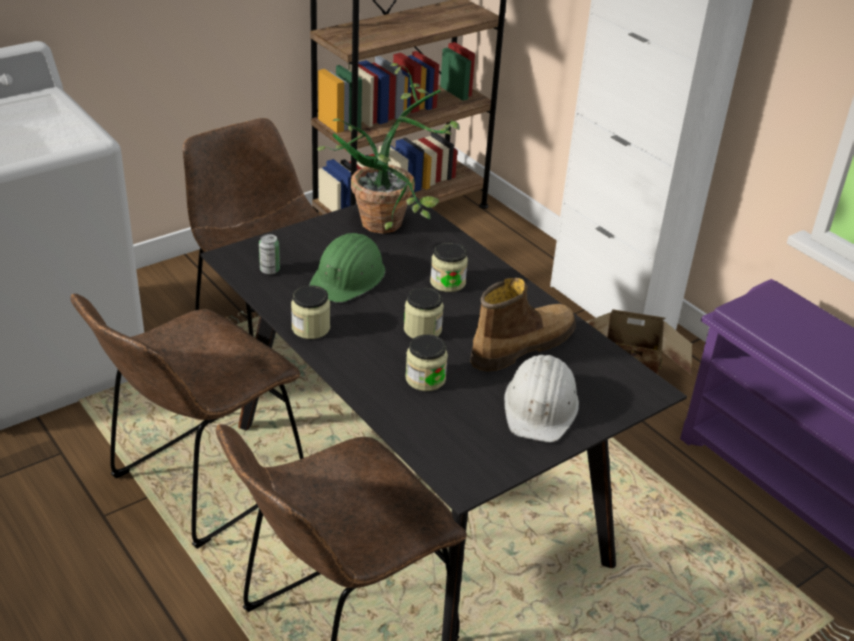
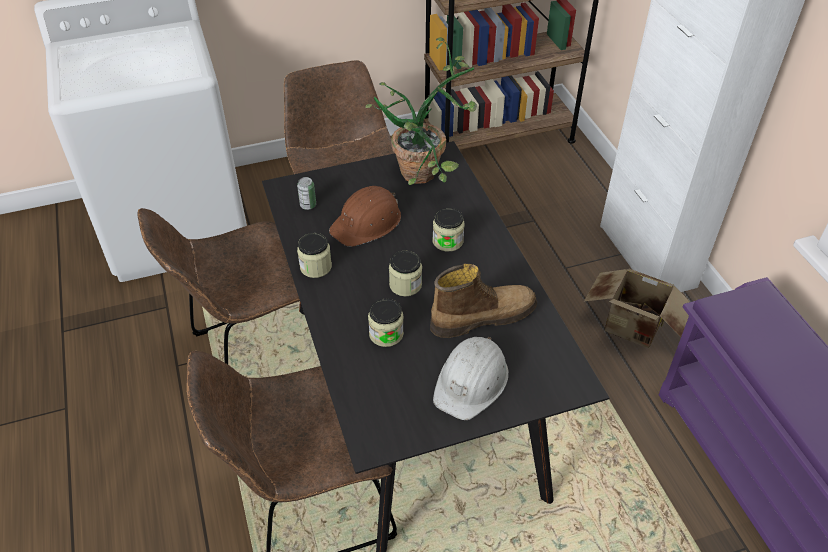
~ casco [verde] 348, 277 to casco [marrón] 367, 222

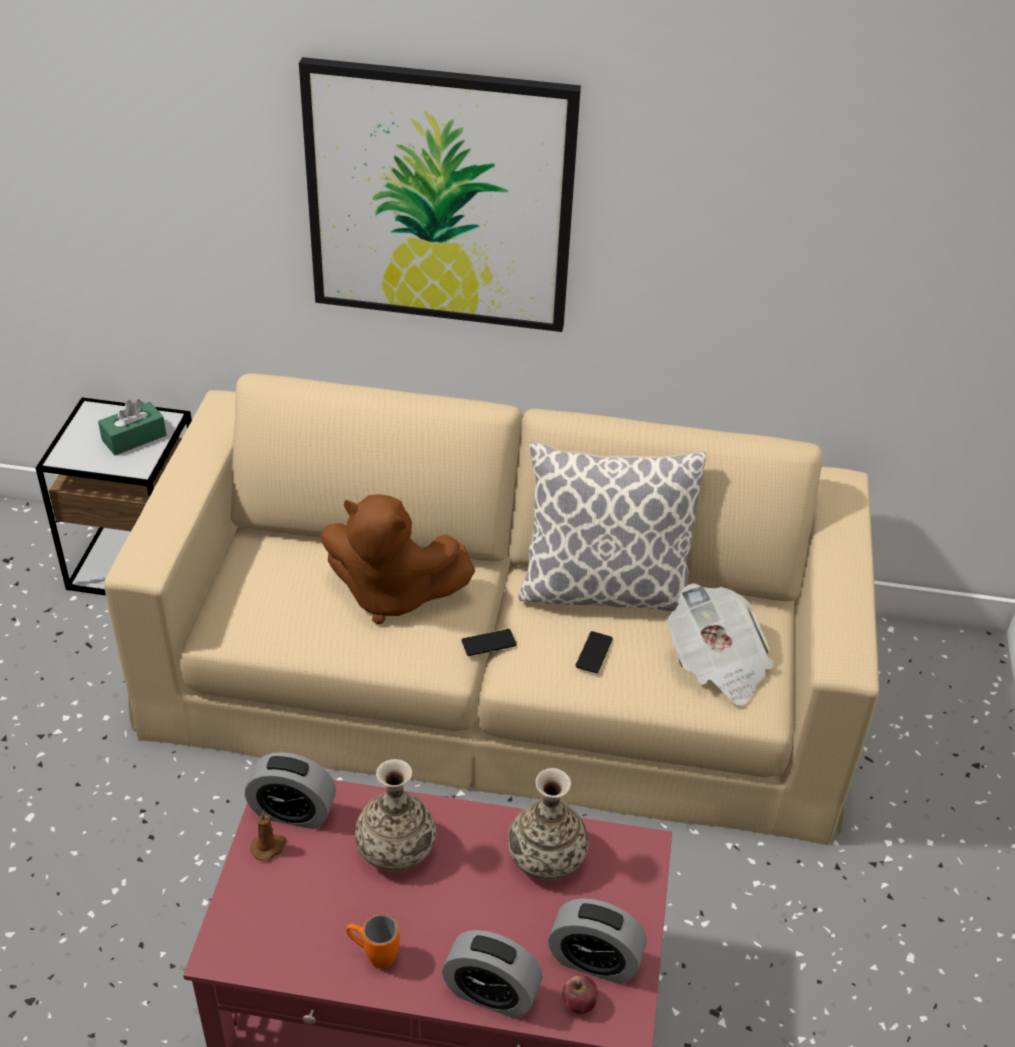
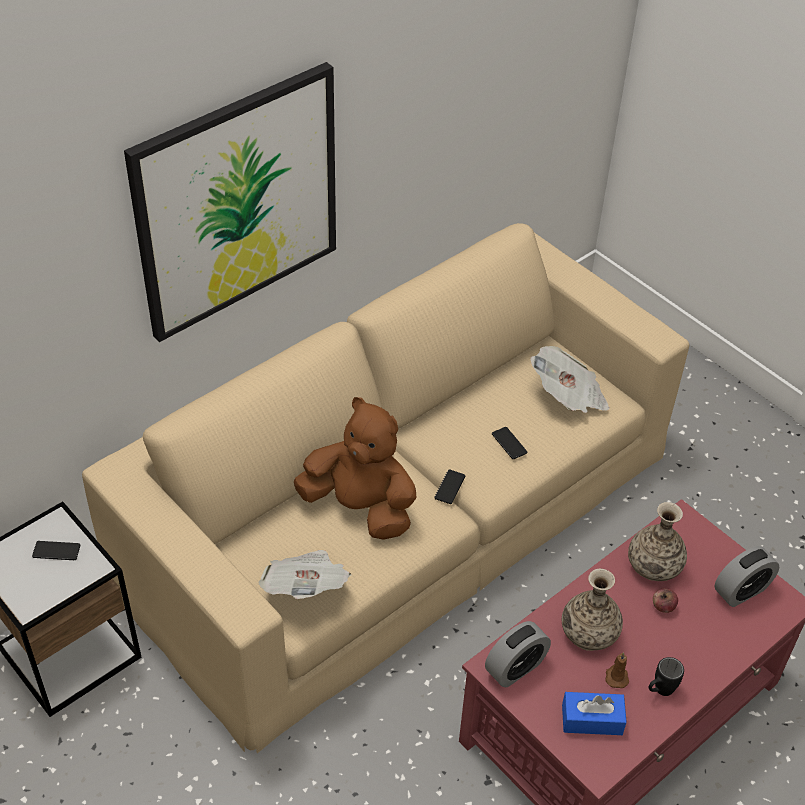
~ caja de pañuelos [verde] 134, 438 to móvil 56, 551
~ vela [marrón] 269, 847 to 616, 676
~ peluche [marrón] 391, 594 = 360, 507 120 degrees counterclockwise
~ taza grande [naranja] 373, 955 to taza grande [negro] 659, 691
- despertador 491, 993
- cojín 603, 588
~ manzana 579, 1003 to 663, 606
+ periódico 306, 588
+ caja de pañuelos [azul] 592, 720

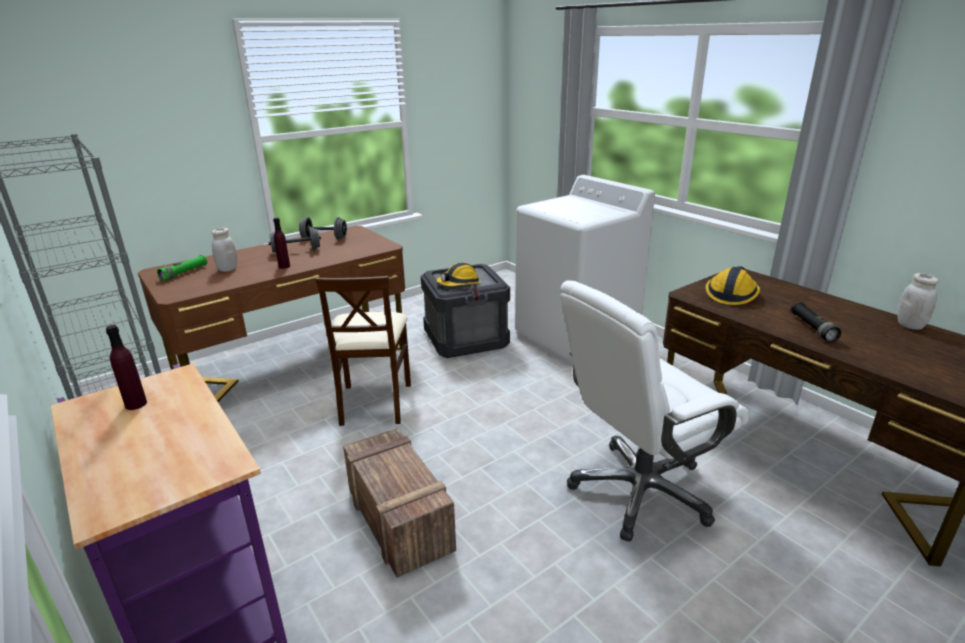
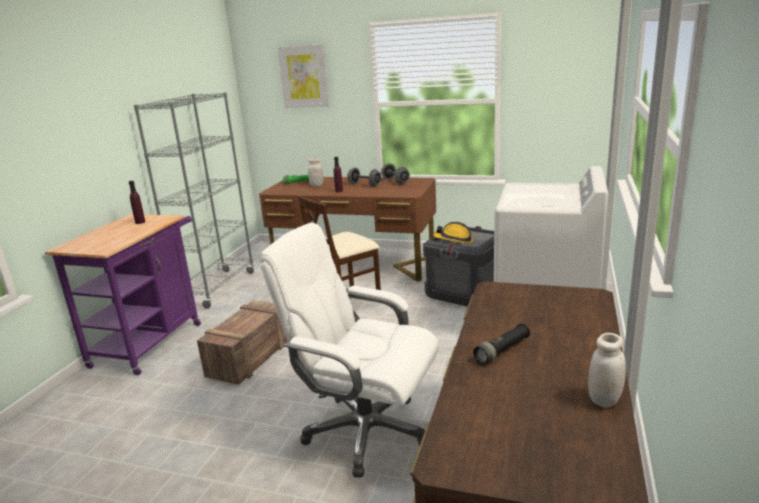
- casco 731, 294
+ cuadro 304, 76

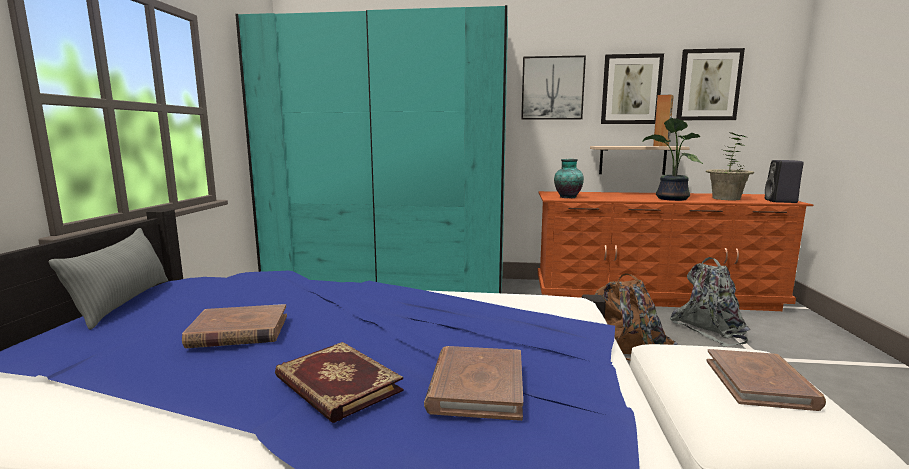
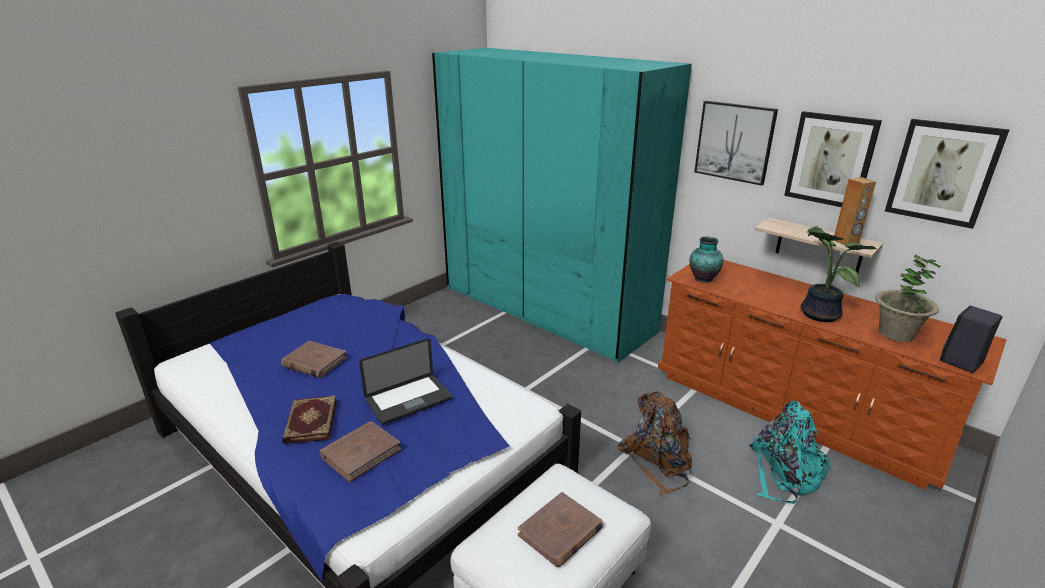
- cojín [gris] 123, 302
~ mochila [gris] 711, 329 to mochila [turquesa] 784, 473
+ portátil 409, 400

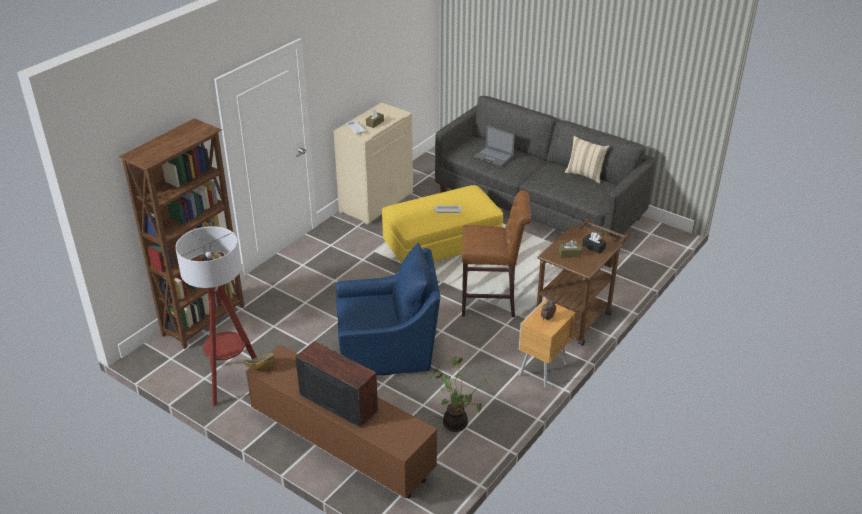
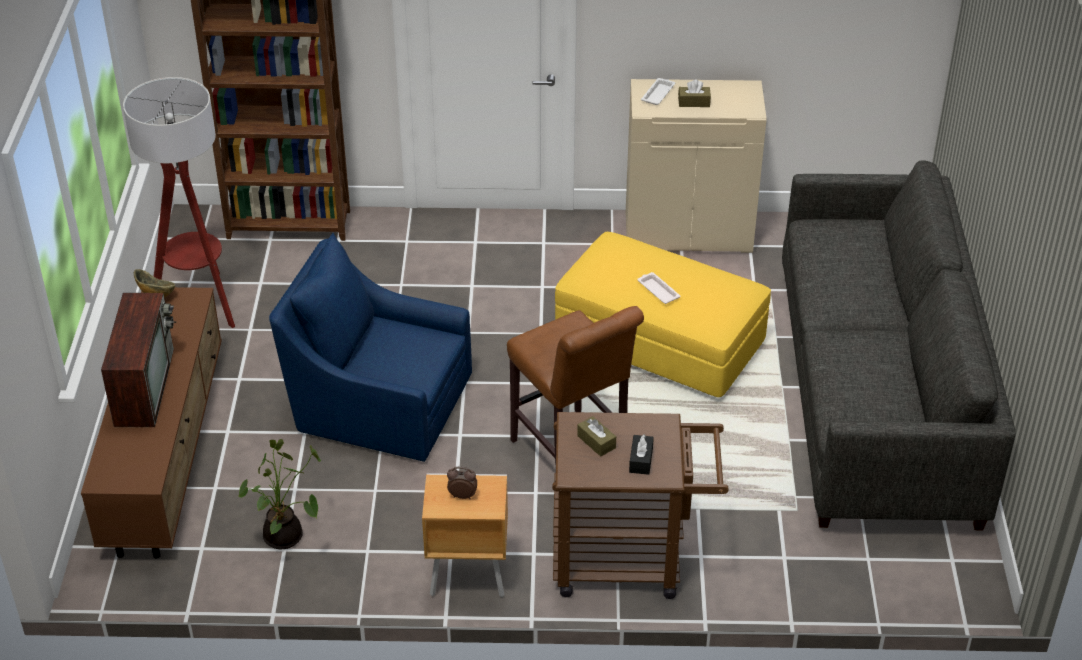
~ sillón [azul] 388, 348 = 378, 403 150 degrees clockwise
- portátil 494, 156
- cojín [beis] 585, 174

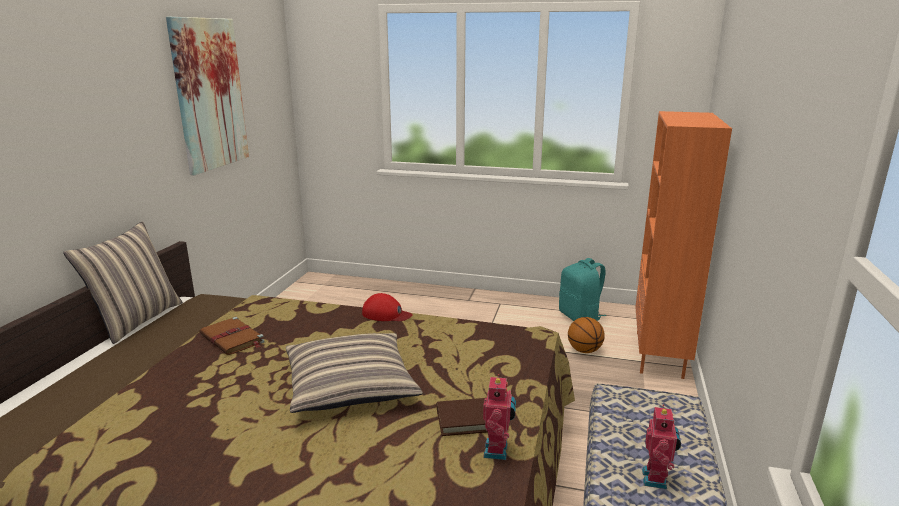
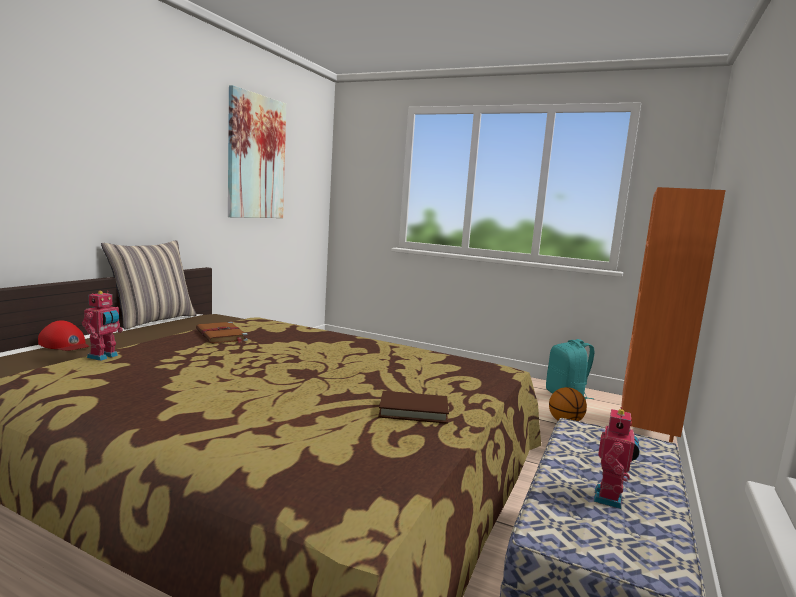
- cojín 350, 385
~ gorra [rojo] 386, 314 to 65, 344
~ robot de juguete 498, 450 to 104, 357

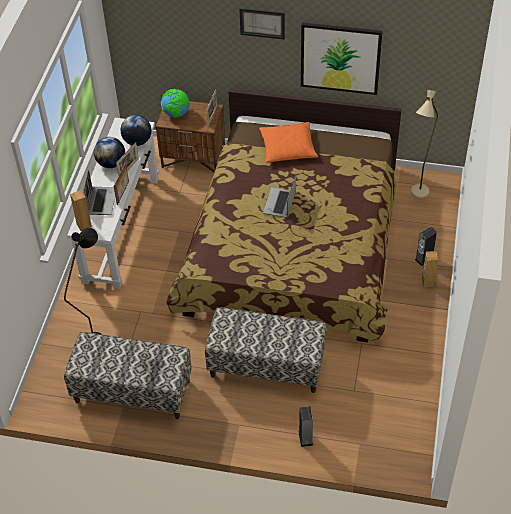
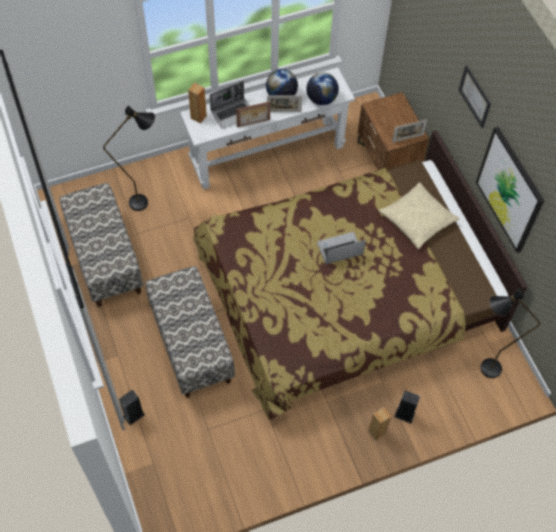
- globo terráqueo 176, 114
~ cojín [naranja] 288, 148 to cojín [beis] 417, 219
~ lámpara de pie [beis] 418, 196 to lámpara de pie [negro] 483, 370

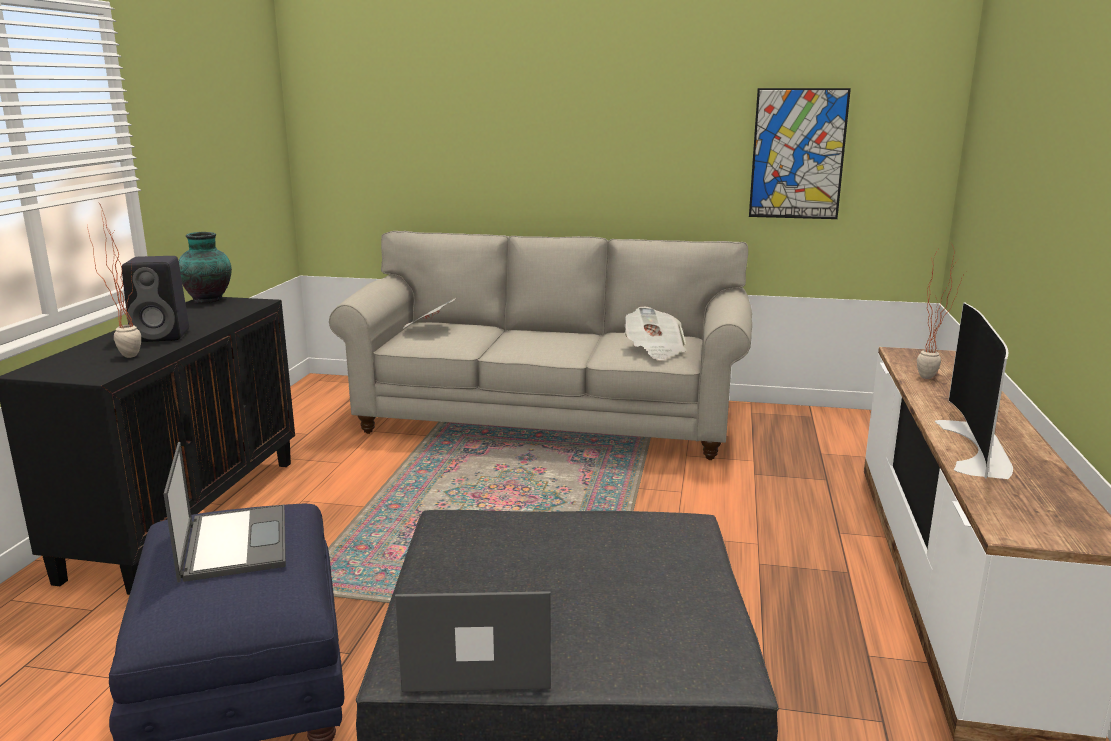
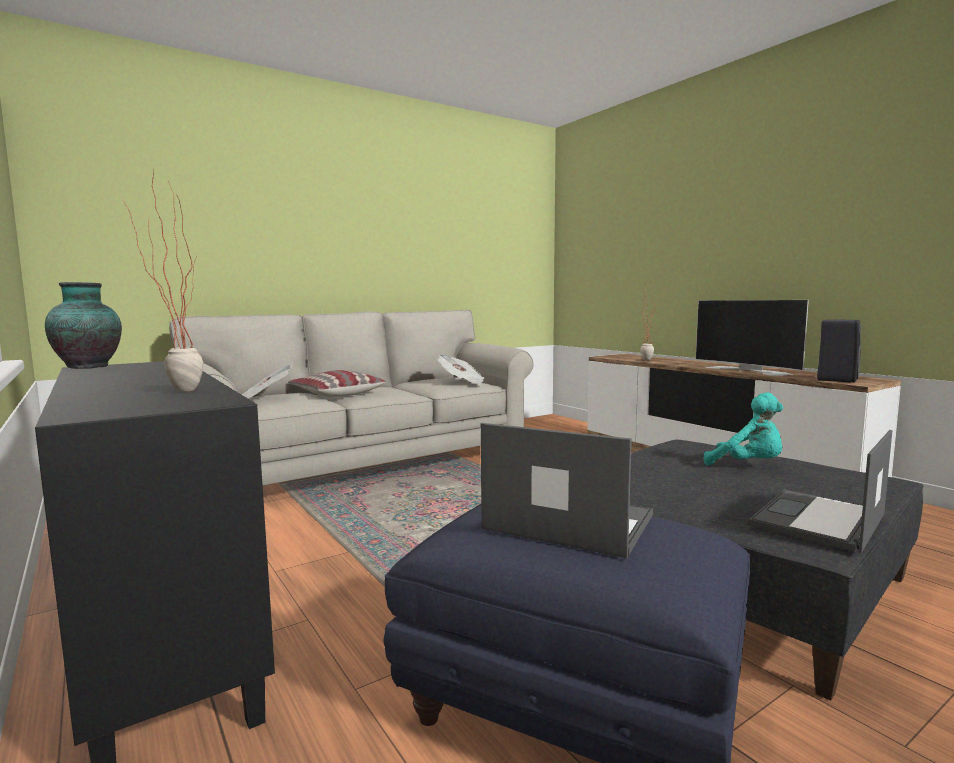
~ altavoz [negro] 163, 335 to 836, 379
- cuadro 797, 154
+ cojín 336, 394
+ peluche [turquesa] 748, 465

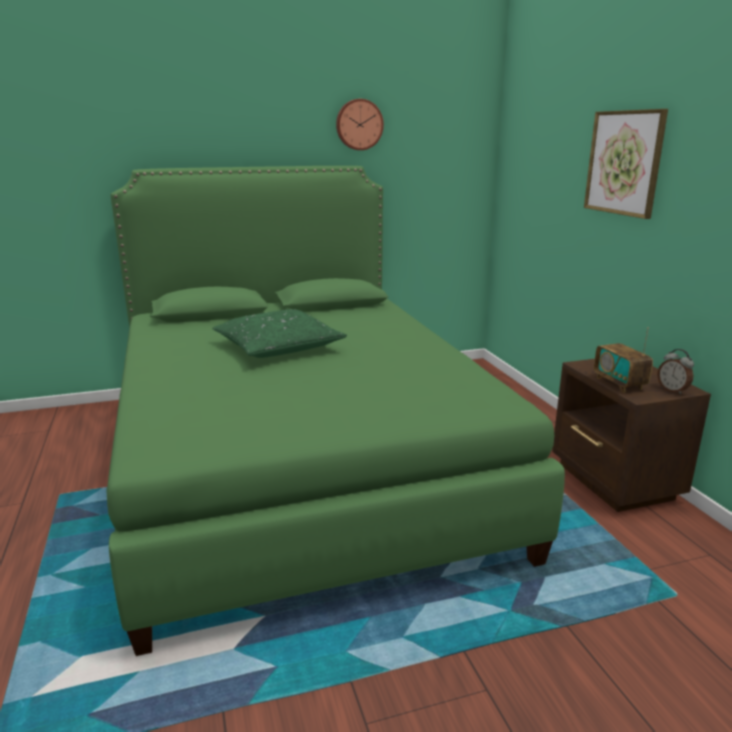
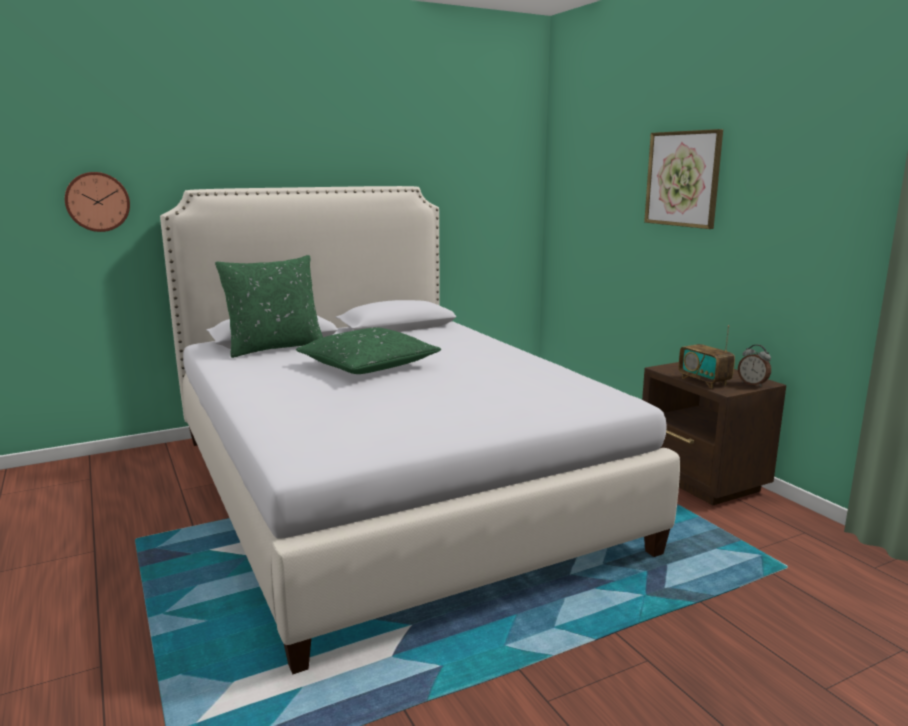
~ cama [verde] 298, 463 to cama [blanco] 386, 488
~ reloj de pared 359, 124 to 97, 201
+ cojín [verde] 275, 348

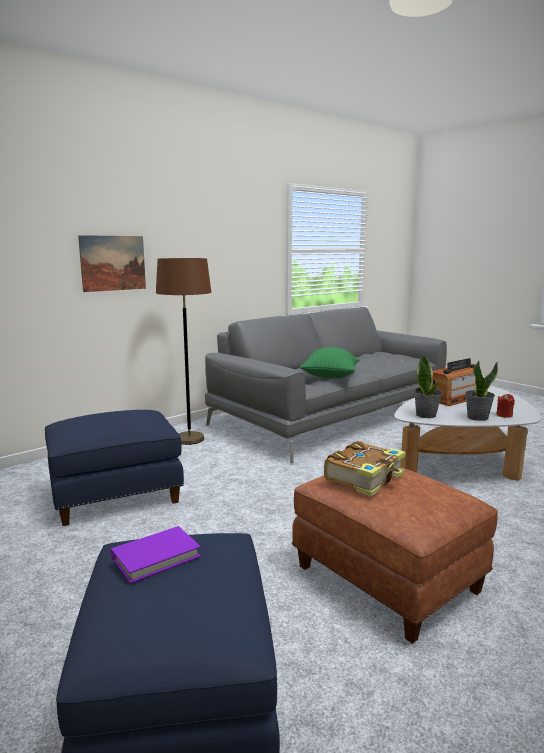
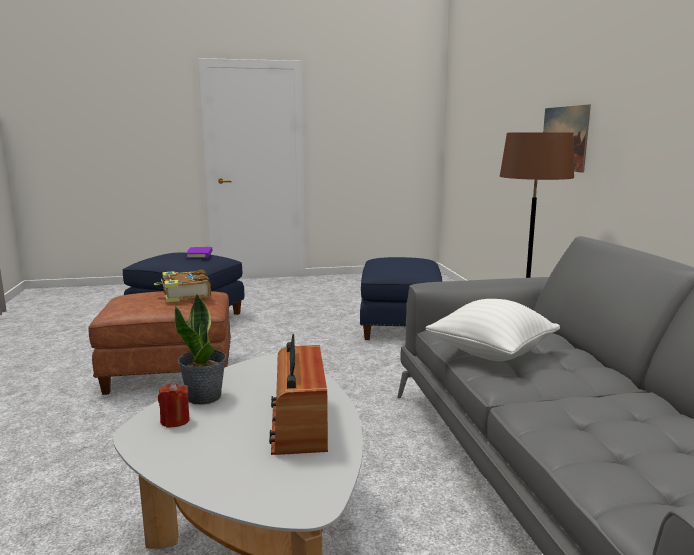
~ cojín [verde] 330, 378 to cojín [blanco] 491, 354
- planta en maceta 426, 415

